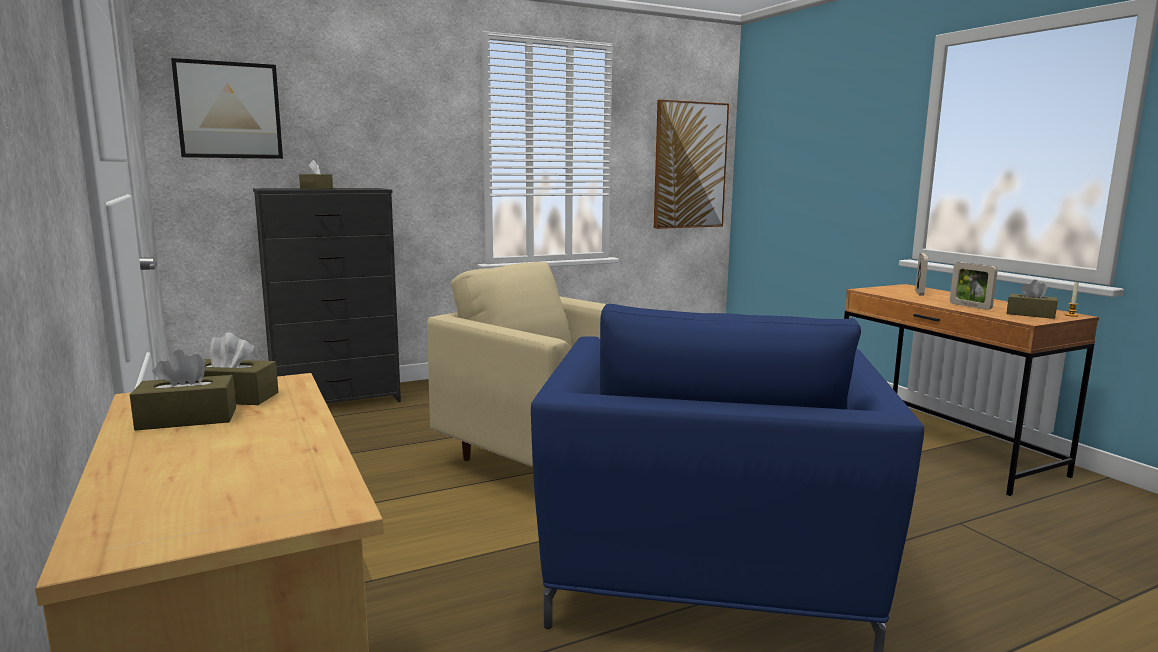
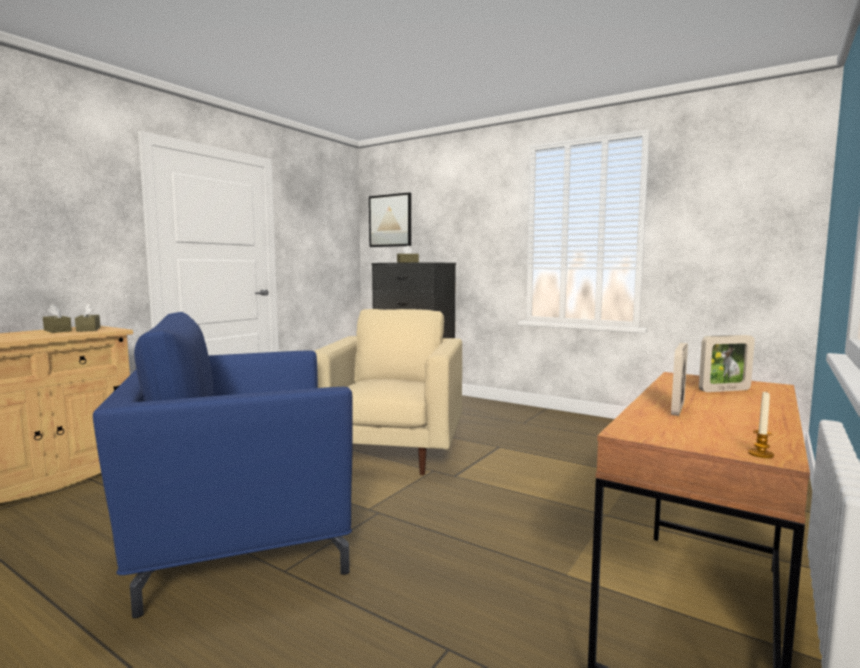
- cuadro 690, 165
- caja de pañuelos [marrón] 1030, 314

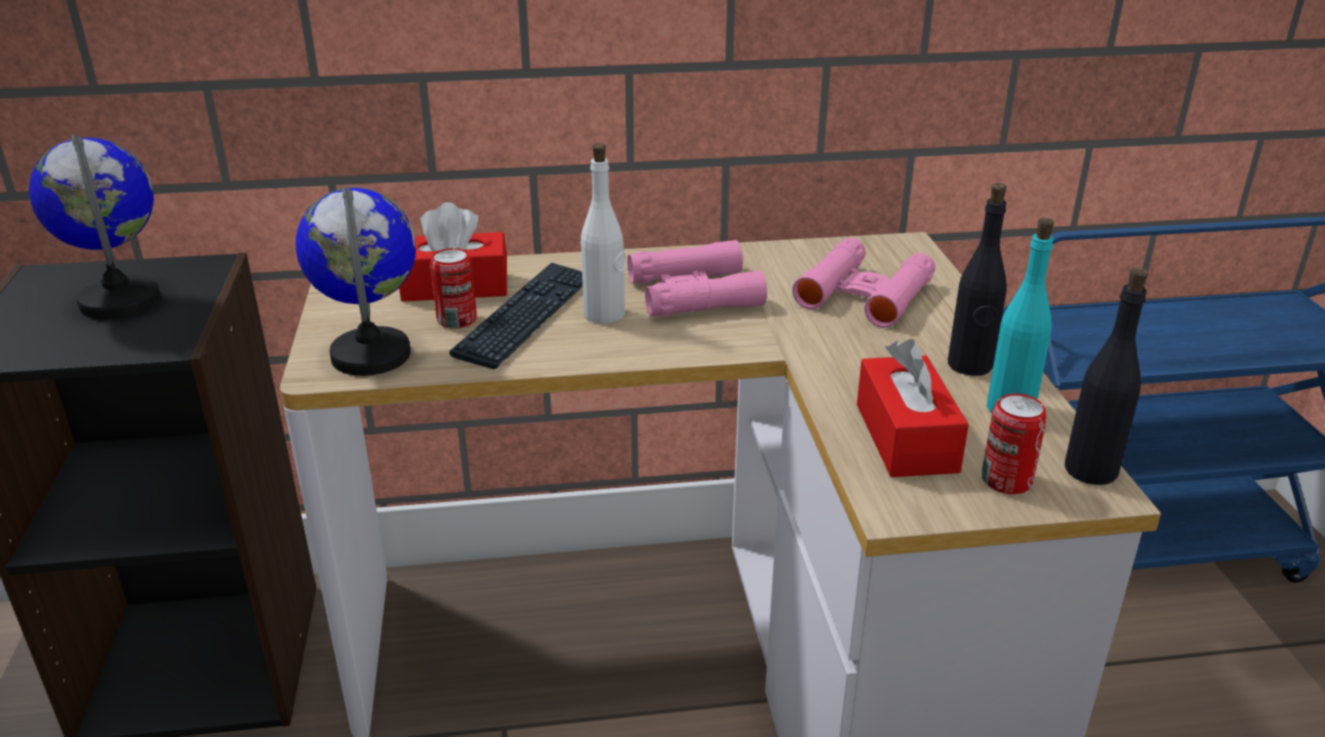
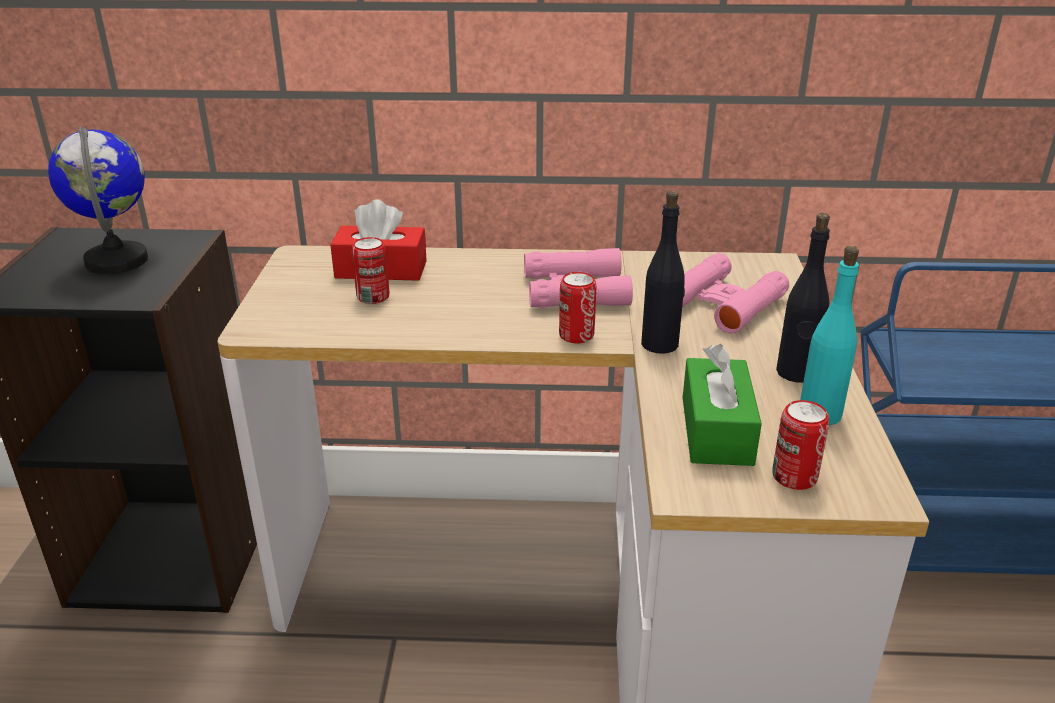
- globo terráqueo 372, 355
- teclado 527, 316
- botella [blanco] 604, 314
~ caja de pañuelos [rojo] 906, 437 to caja de pañuelos [verde] 716, 430
~ botella [negro] 1091, 470 to 660, 344
+ lata 576, 335

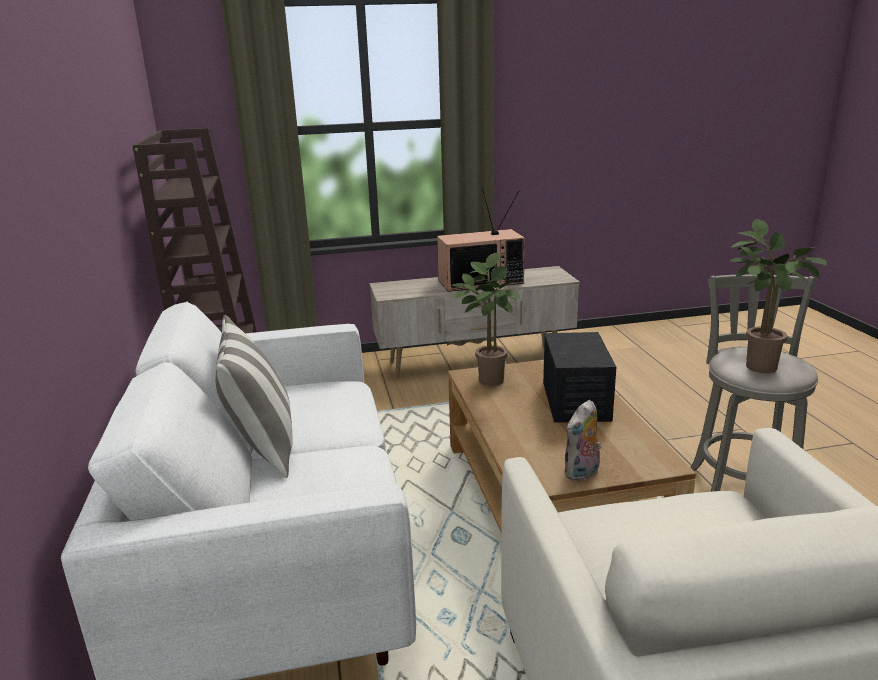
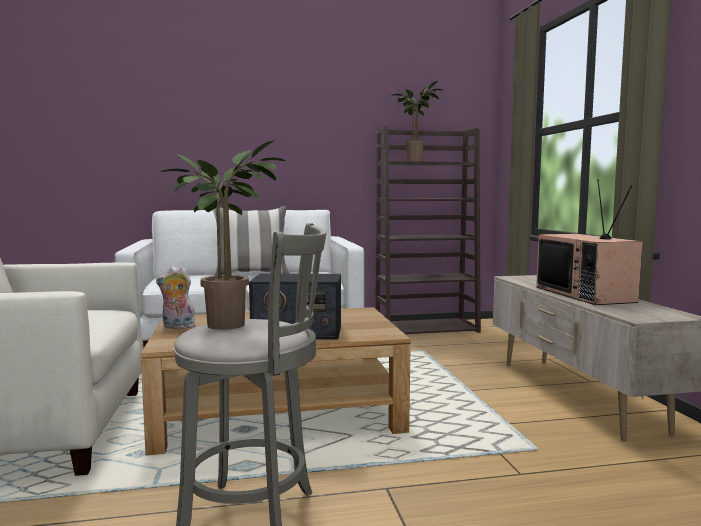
~ planta en maceta 487, 379 to 416, 161
~ peluche 582, 473 = 177, 327 45 degrees counterclockwise

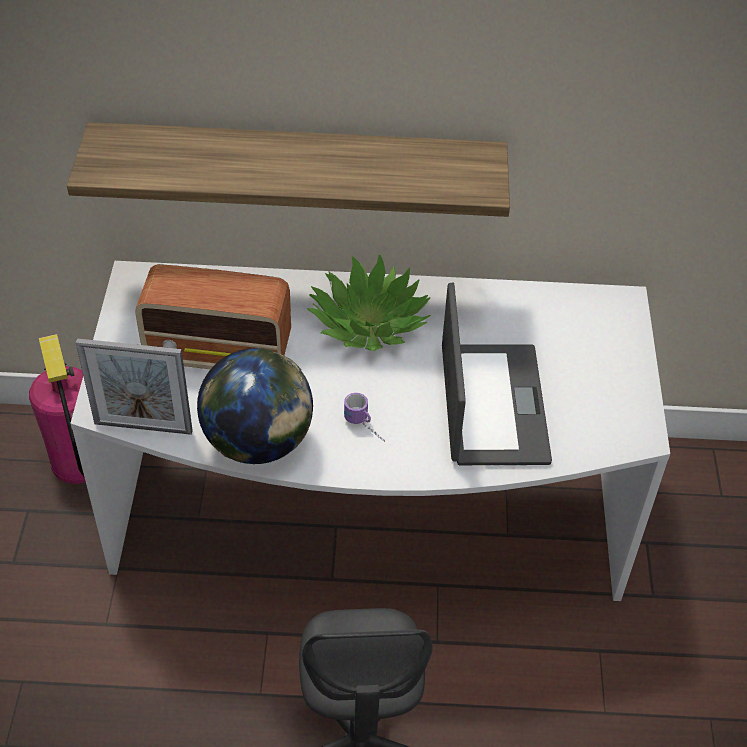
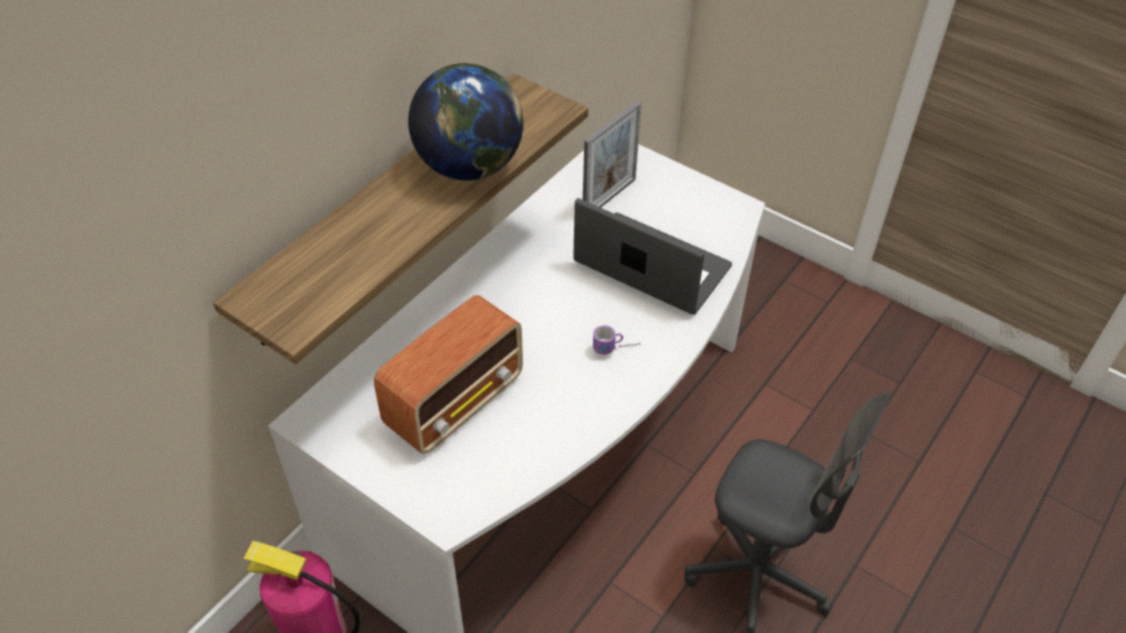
~ portarretratos 143, 427 to 609, 198
~ globo terráqueo 258, 443 to 470, 167
- planta en maceta 368, 323

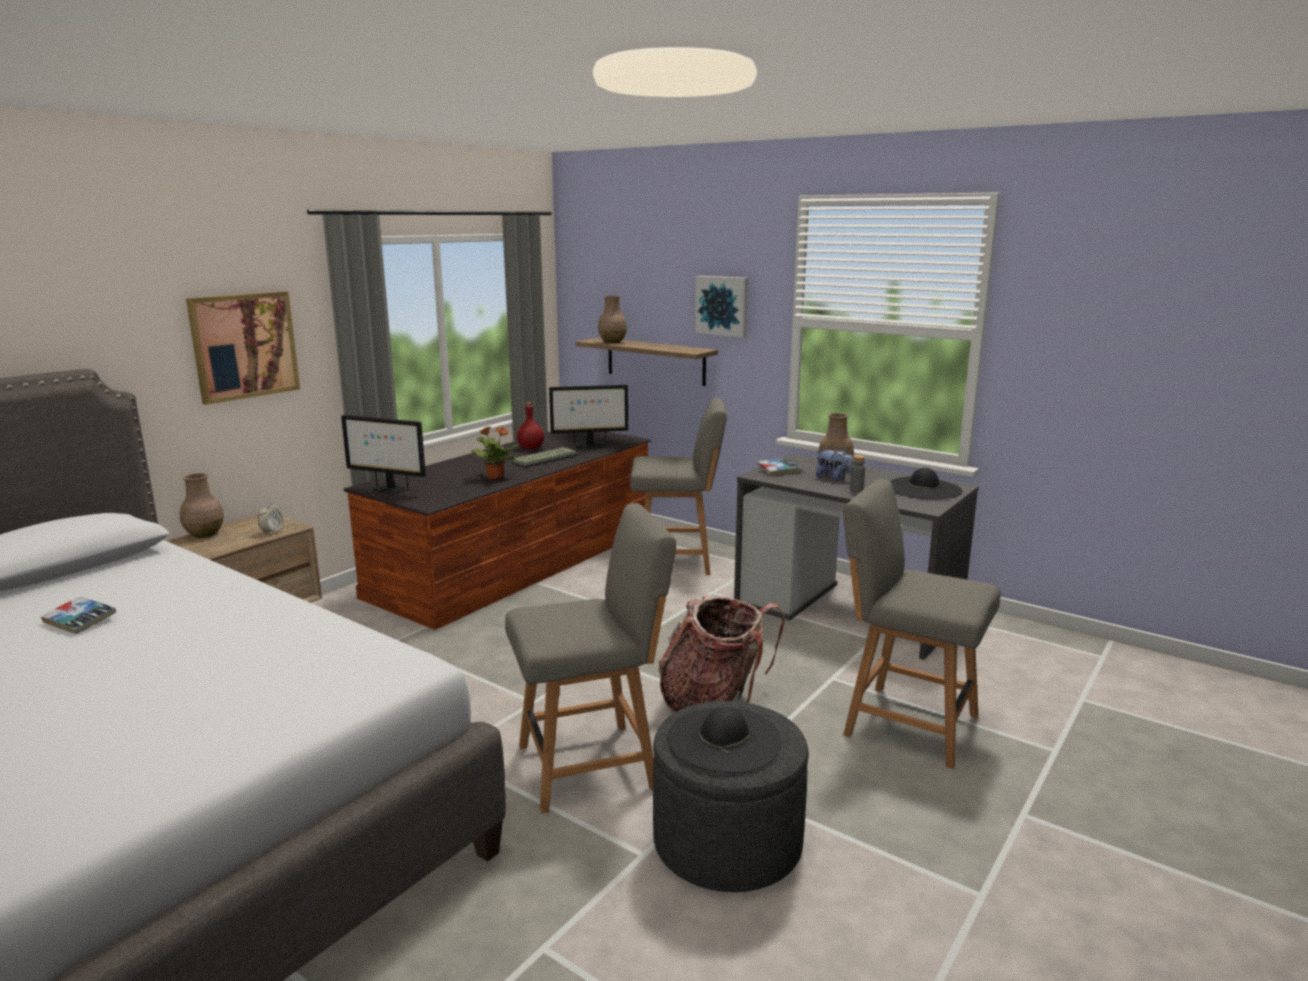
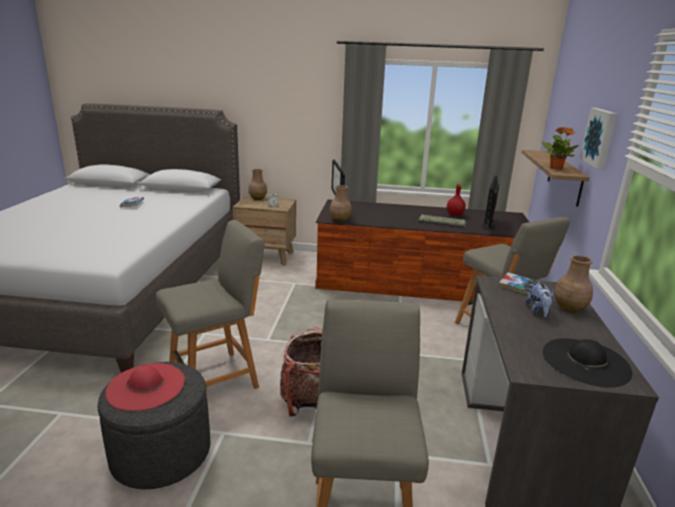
- cuadro 244, 346
~ planta en maceta 495, 477 to 556, 168
~ silla [gris] 592, 765 = 216, 378 75 degrees counterclockwise
~ monitor 589, 446 = 488, 226 60 degrees clockwise
~ florero [marrón] 612, 342 to 340, 219
~ sombrero [negro] 724, 739 to sombrero [rojo] 146, 386
- botella [gris] 856, 490

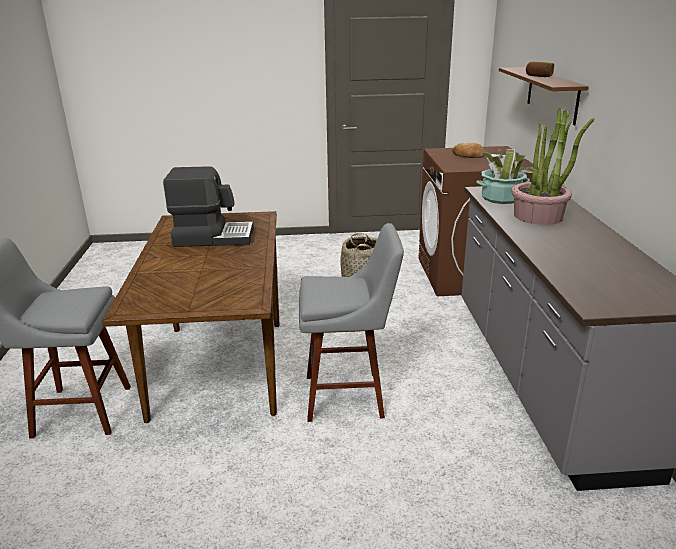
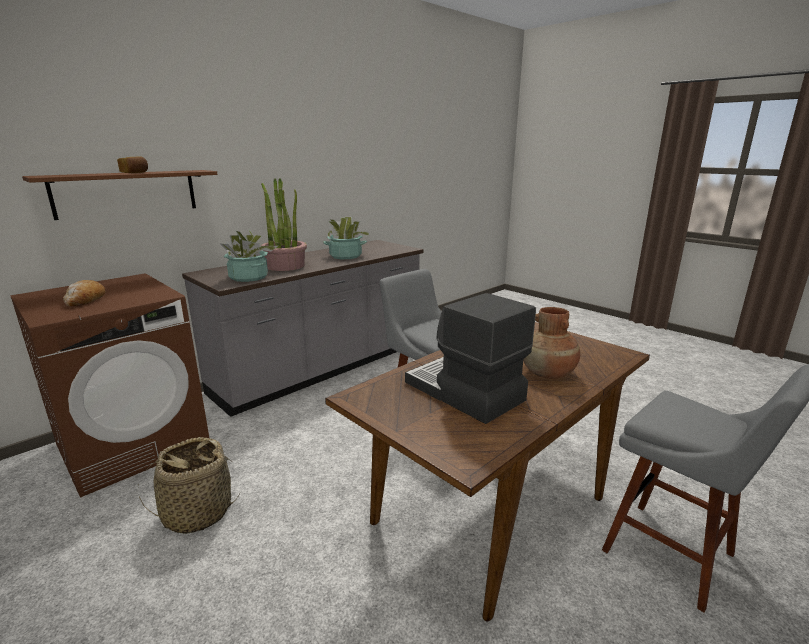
+ planta en maceta 345, 256
+ florero [marrón] 548, 373

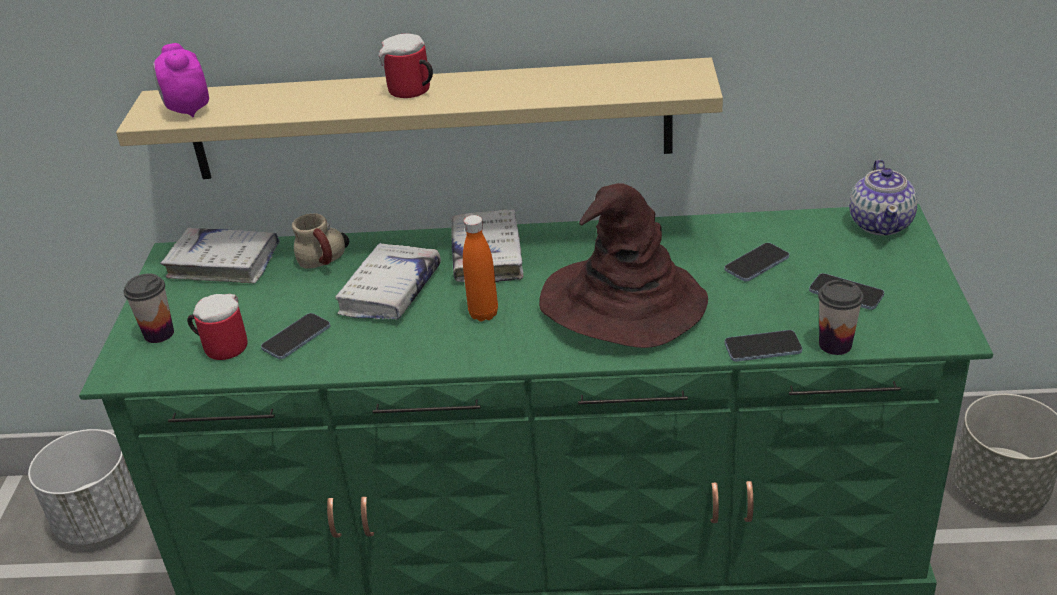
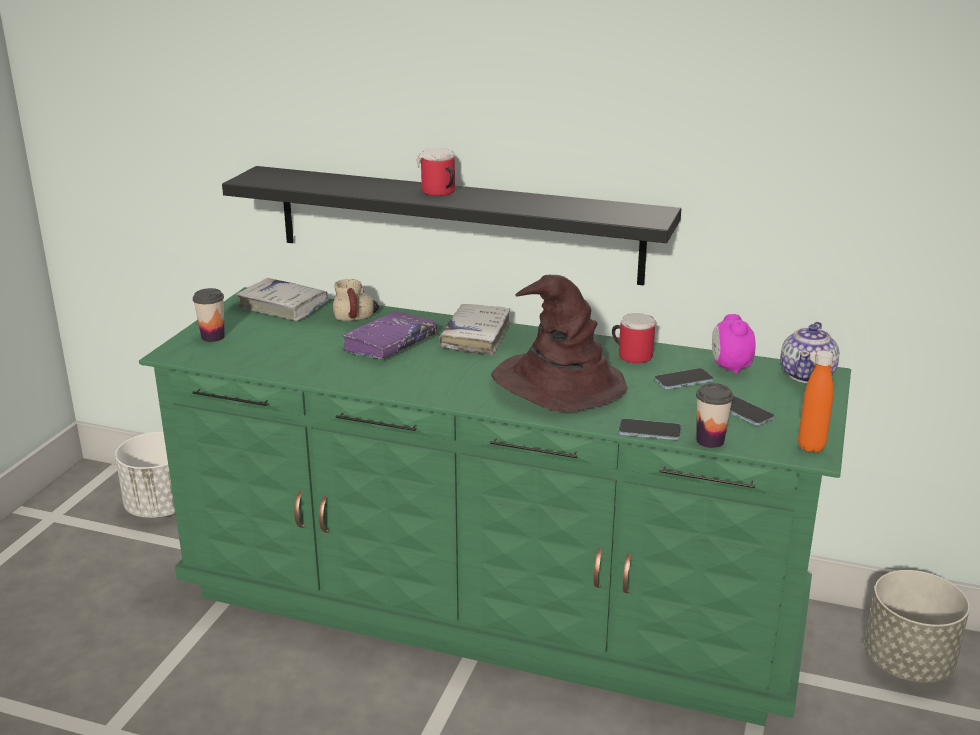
~ estante [beis] 429, 120 to estante [negro] 456, 224
~ despertador 188, 110 to 730, 367
~ taza grande 221, 346 to 631, 355
- móvil 296, 338
~ libro [blanco] 390, 292 to libro [morado] 390, 344
~ botella [naranja] 483, 314 to 811, 447

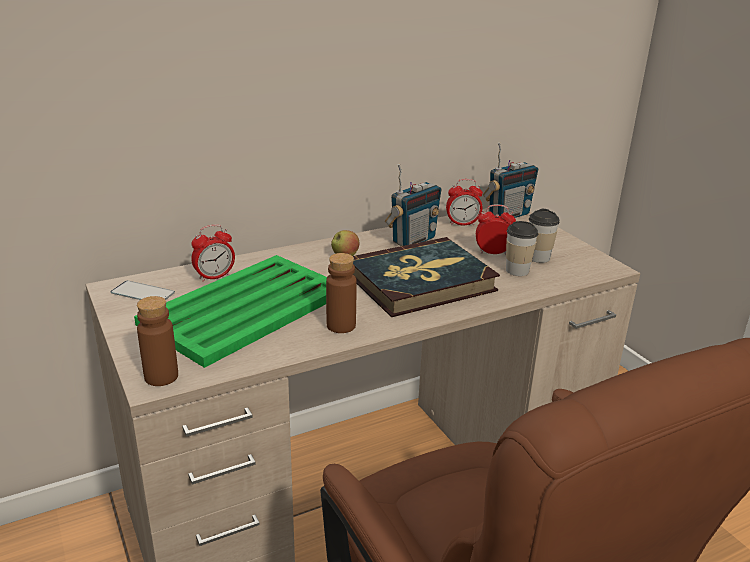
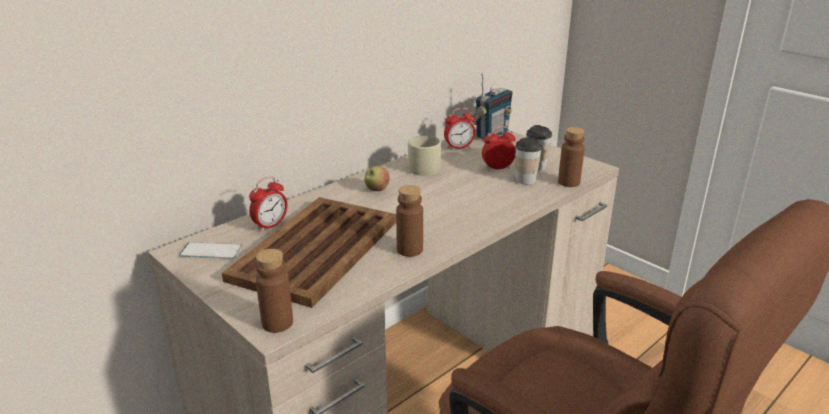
~ bandeja [verde] 243, 309 to bandeja [marrón] 315, 250
- libro 420, 281
~ radio 413, 240 to taza grande [beis] 426, 167
+ botella [marrón] 568, 182

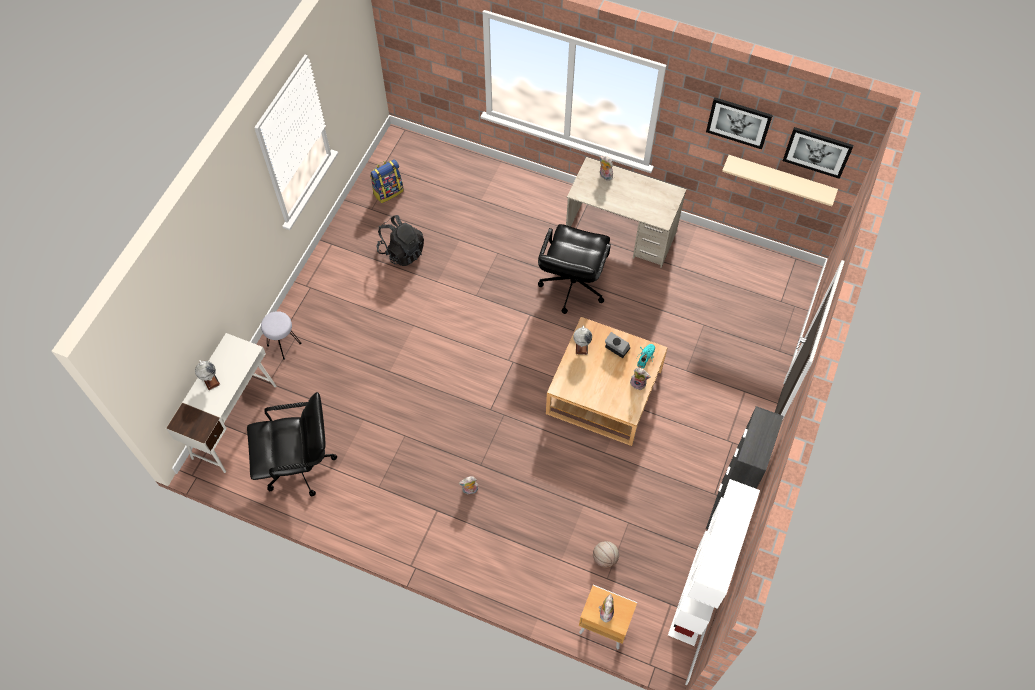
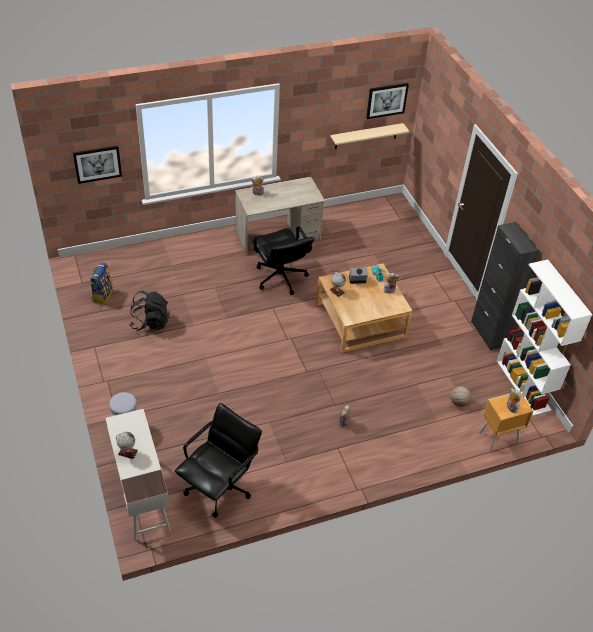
~ cuadro 738, 122 to 97, 164

